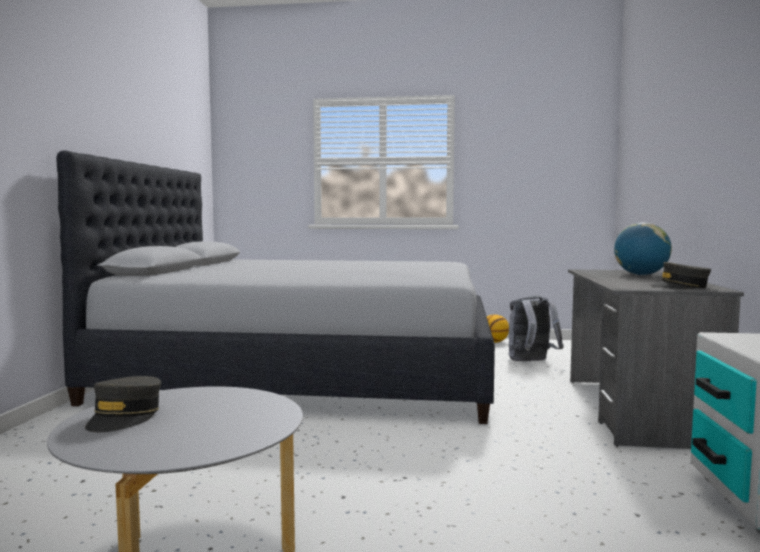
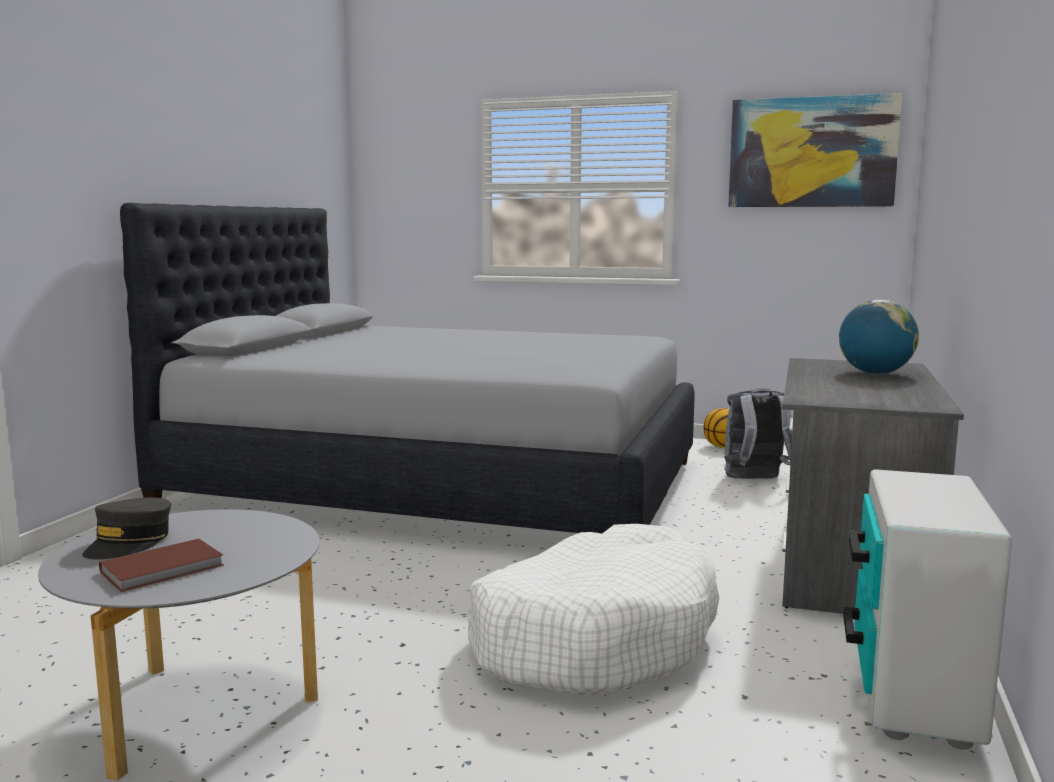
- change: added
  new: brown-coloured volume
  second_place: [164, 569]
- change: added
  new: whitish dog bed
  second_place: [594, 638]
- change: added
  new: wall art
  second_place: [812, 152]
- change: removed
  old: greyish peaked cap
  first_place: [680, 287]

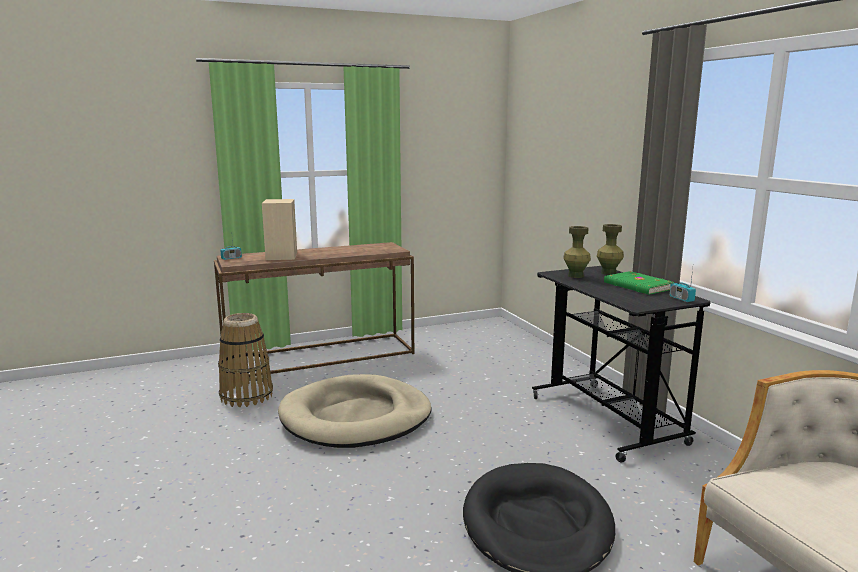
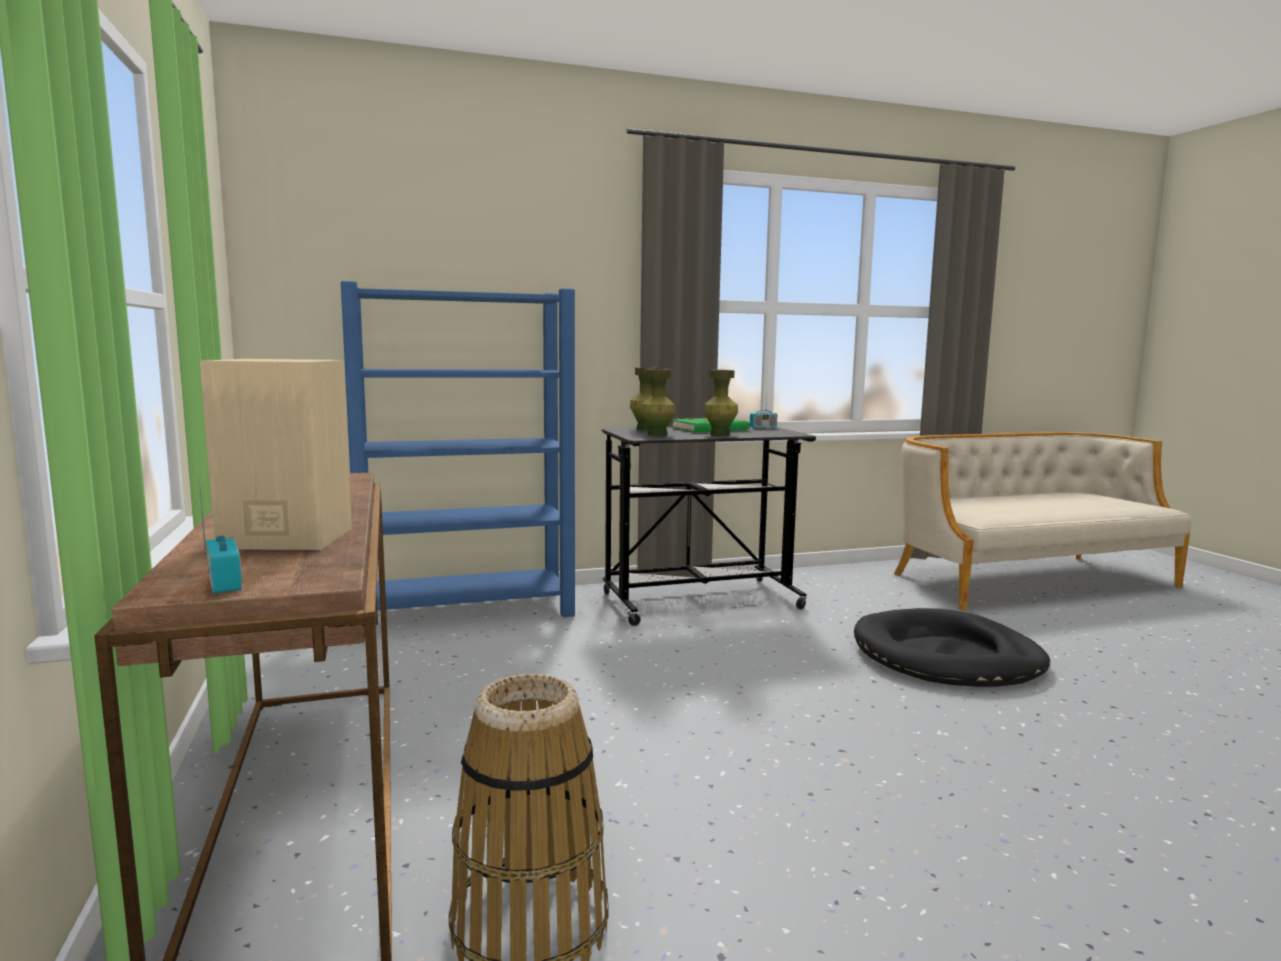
- change: added
  new: blue shelving unit
  second_place: [466, 610]
- change: added
  new: greenish flower vase
  second_place: [720, 435]
- change: removed
  old: beige dog bed
  first_place: [356, 417]

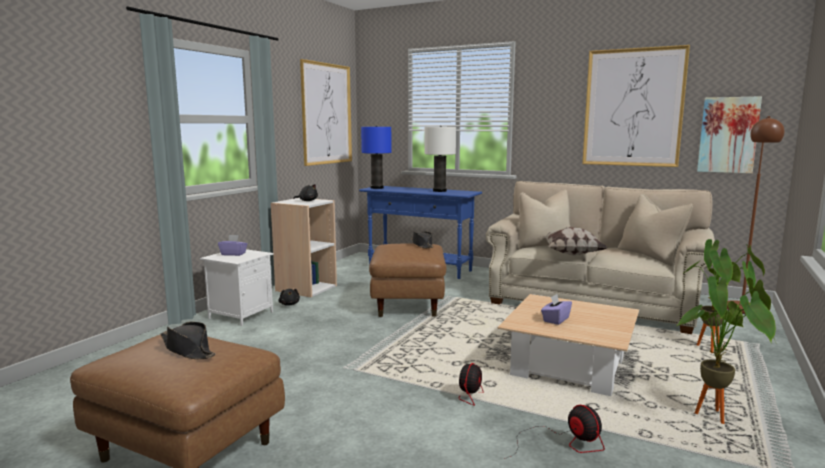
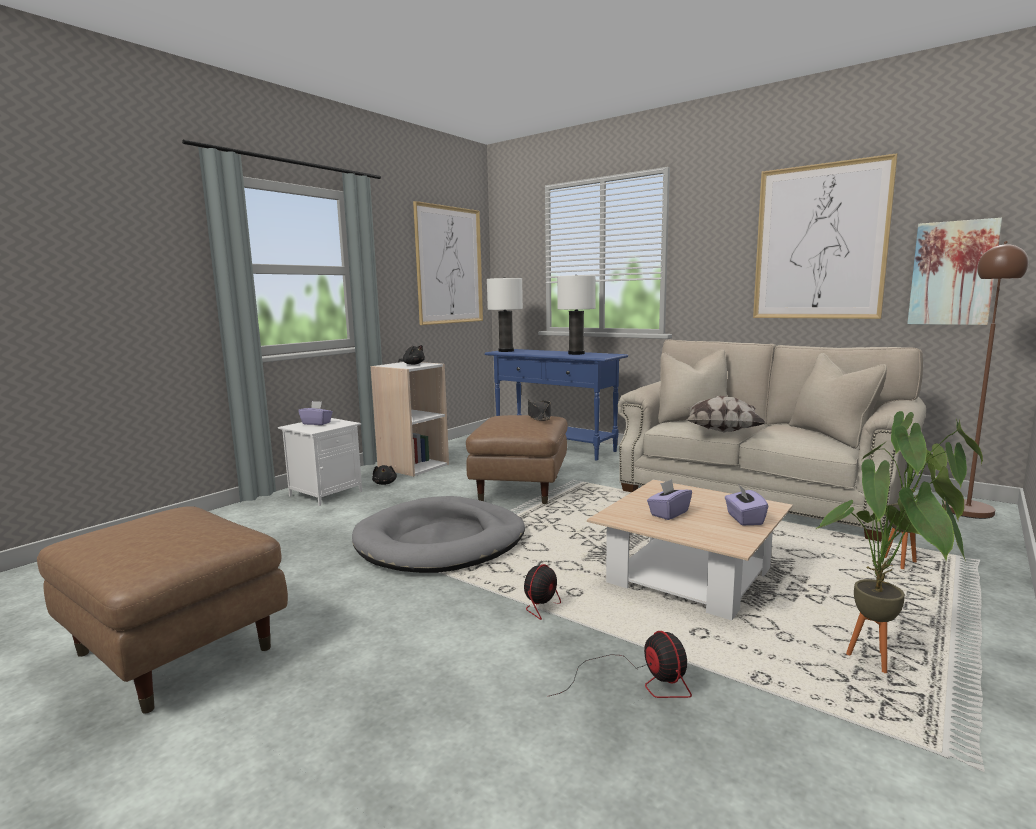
- change: added
  new: greyish dog bed
  second_place: [441, 541]
- change: recoloured
  old: blue lamp for a table
  new: whitish lamp for a table
  first_place: [376, 188]
  second_place: [505, 351]
- change: added
  new: purplish tissue box
  second_place: [744, 519]
- change: removed
  old: blackish clothing hat
  first_place: [188, 349]

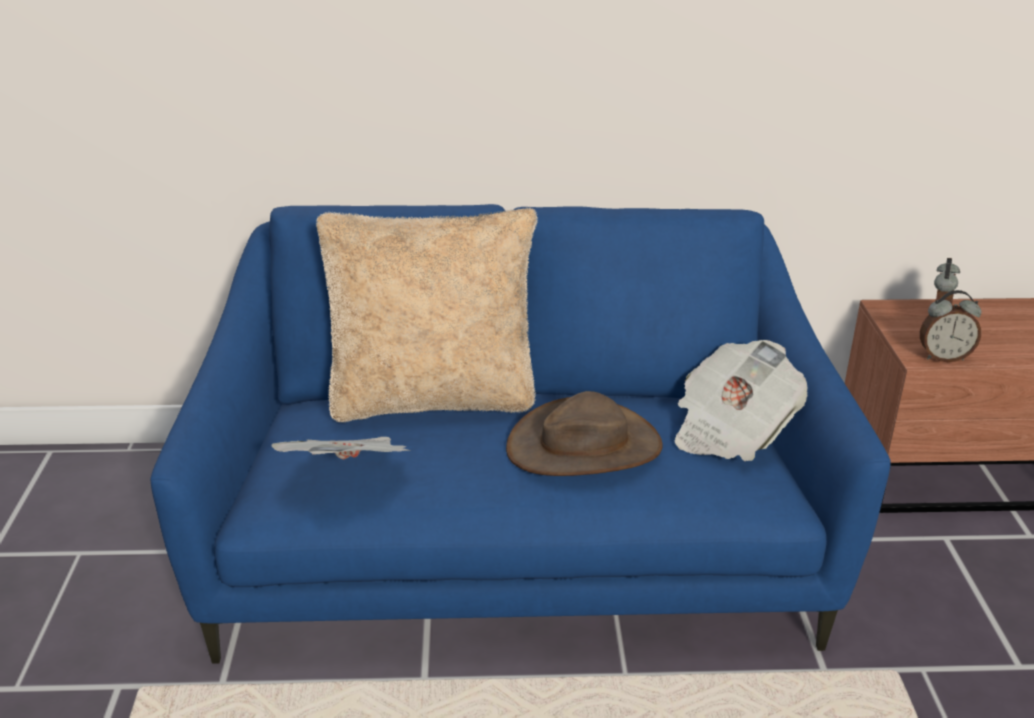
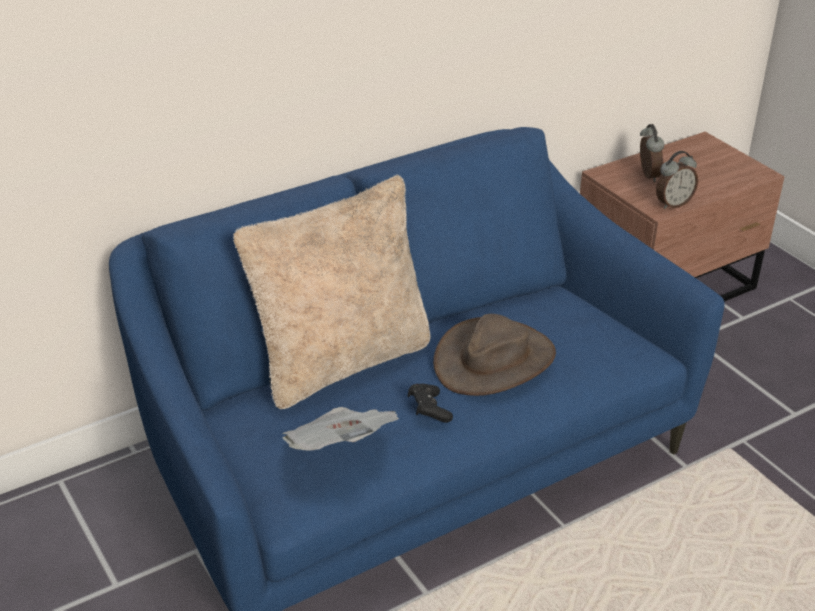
- change: added
  new: blackish gamepad
  second_place: [428, 410]
- change: removed
  old: printed paper
  first_place: [731, 430]

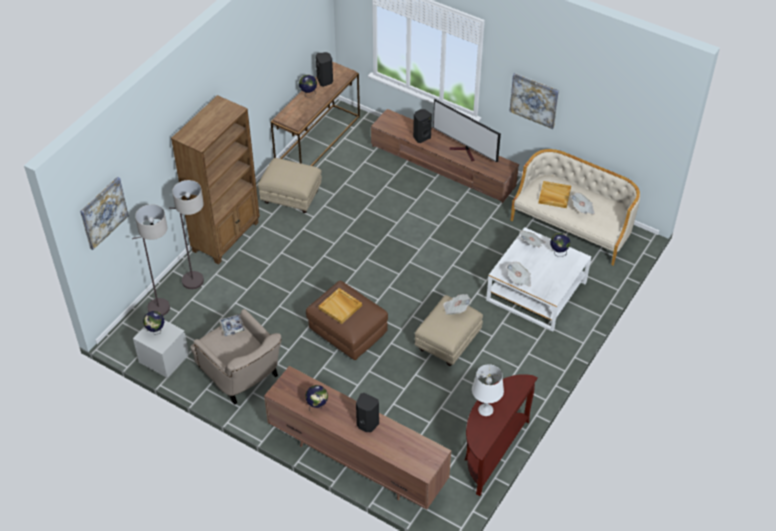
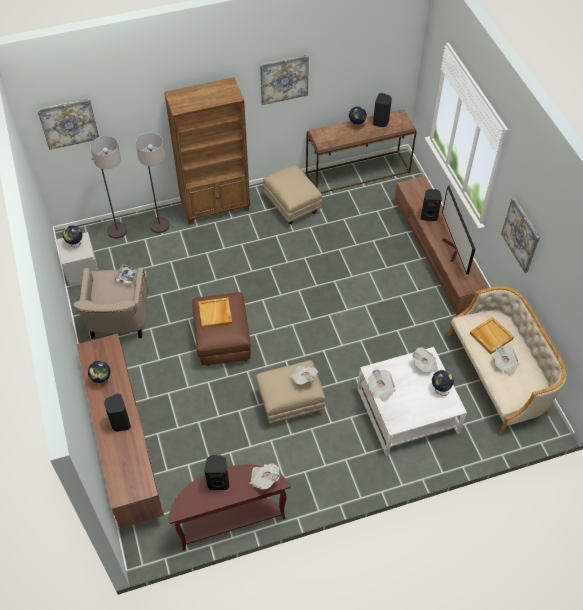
- change: replaced
  old: whitish lamp for a table
  new: blackish audio speaker
  first_place: [485, 409]
  second_place: [218, 481]
- change: added
  new: printed paper
  second_place: [264, 479]
- change: added
  new: wall art
  second_place: [284, 79]

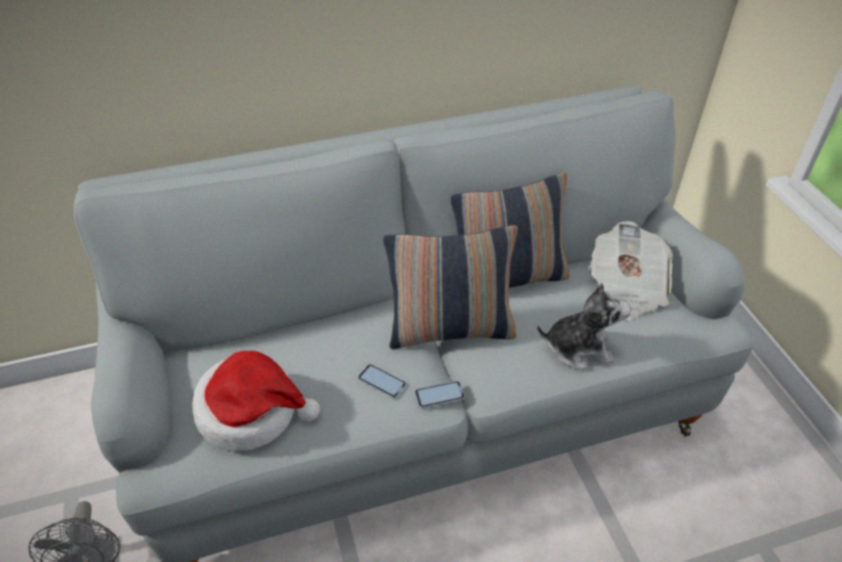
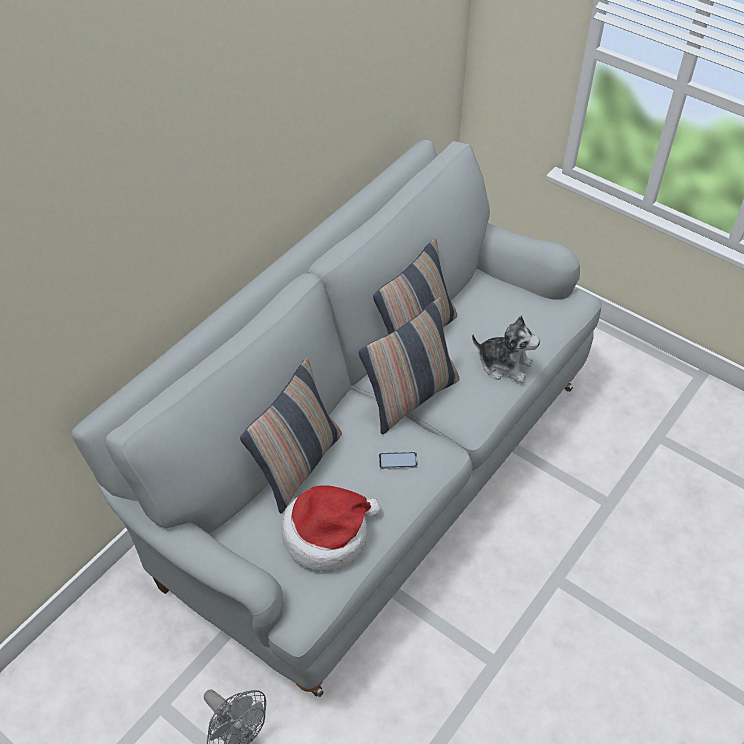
- change: added
  new: cushion
  second_place: [298, 466]
- change: turned
  old: plush toy
  first_place: [578, 348]
  second_place: [504, 364]
  degrees: 60
- change: removed
  old: telephone
  first_place: [439, 395]
- change: removed
  old: printed paper
  first_place: [627, 288]

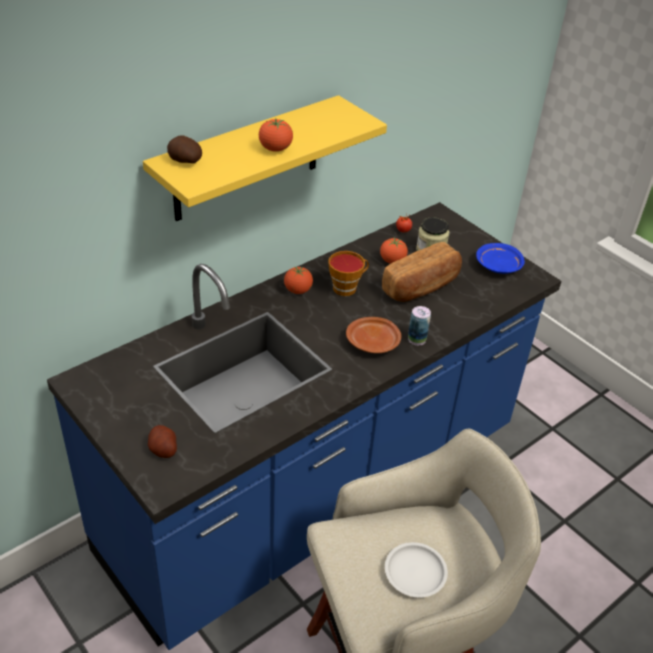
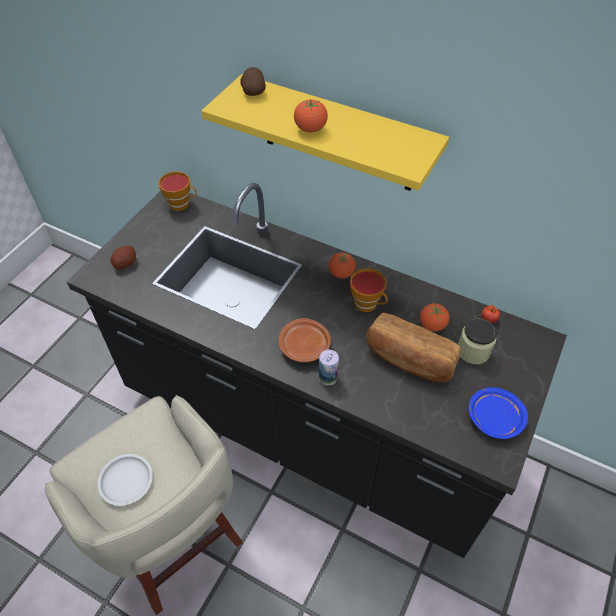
- change: recoloured
  old: blue counter
  new: blackish counter
  first_place: [315, 493]
  second_place: [308, 426]
- change: added
  new: drinking cup
  second_place: [181, 204]

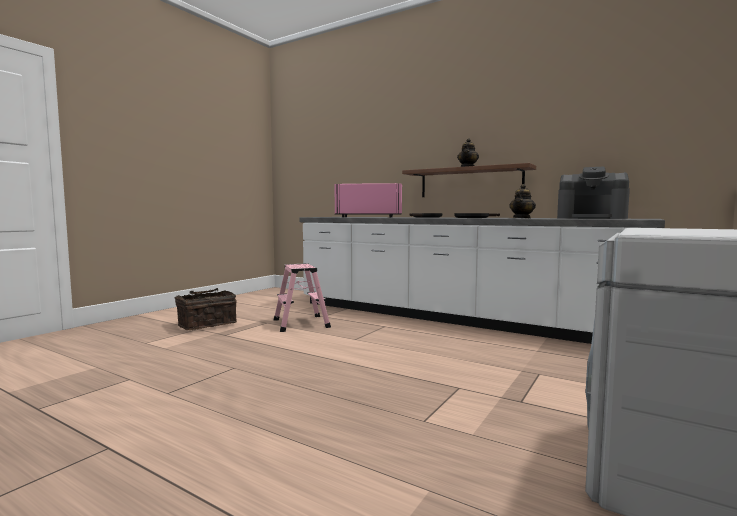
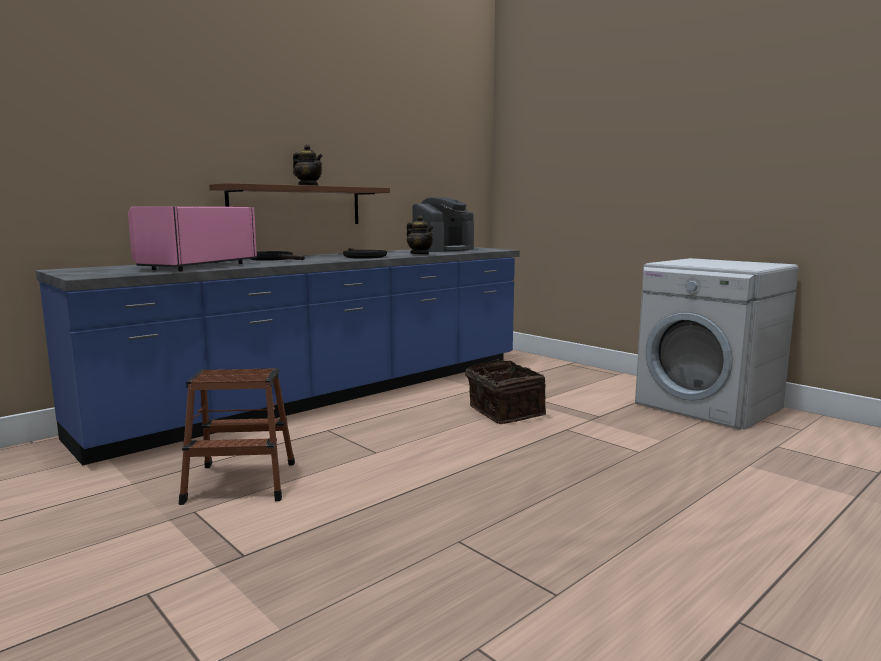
- change: recoloured
  old: whitish counter
  new: blue counter
  first_place: [452, 318]
  second_place: [330, 395]
- change: recoloured
  old: pink-coloured step stool
  new: brown-coloured step stool
  first_place: [301, 323]
  second_place: [241, 481]
- change: moved
  old: basket
  first_place: [206, 324]
  second_place: [503, 412]

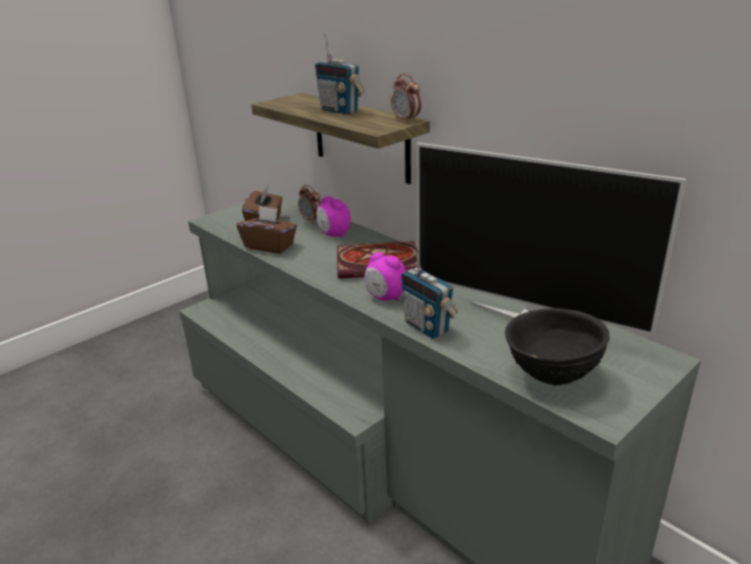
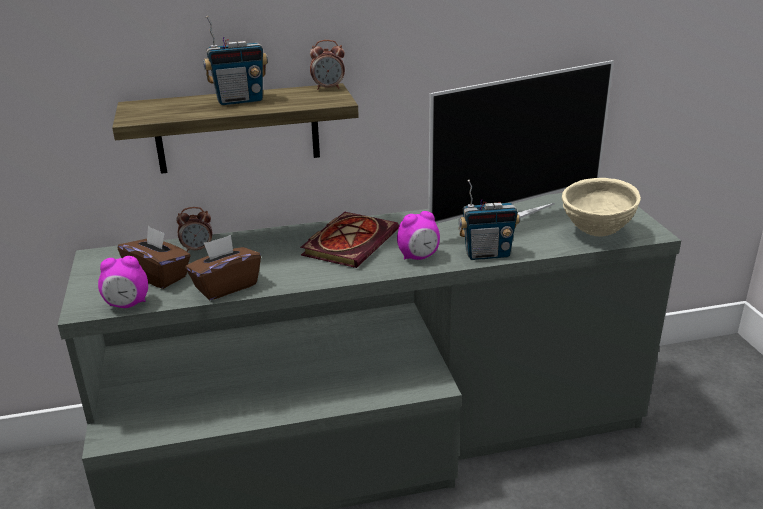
- change: moved
  old: bedside clock
  first_place: [334, 235]
  second_place: [127, 305]
- change: recoloured
  old: blackish deep dish
  new: beige deep dish
  first_place: [551, 377]
  second_place: [596, 233]

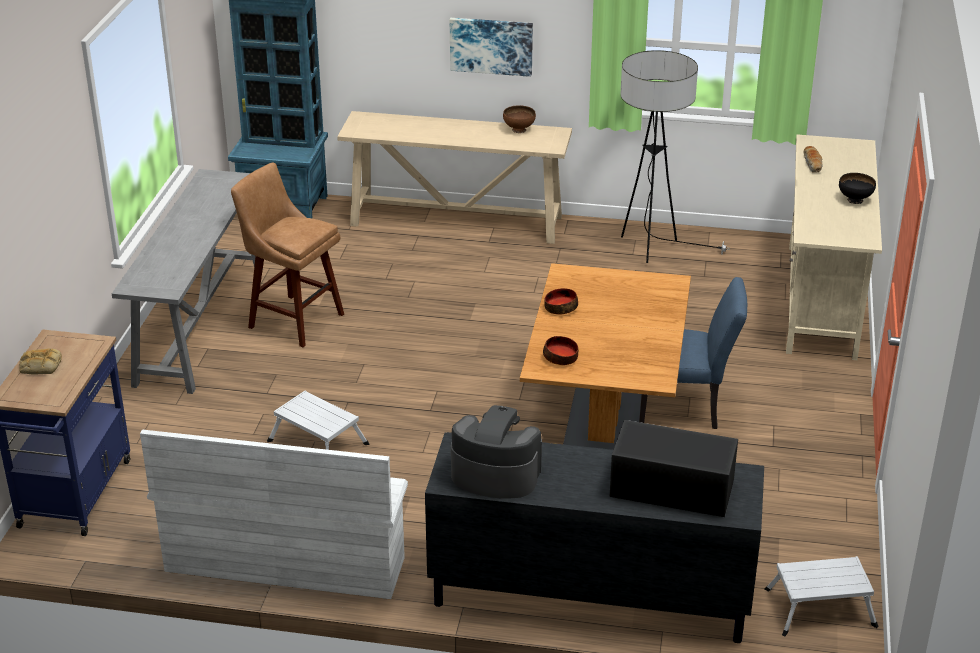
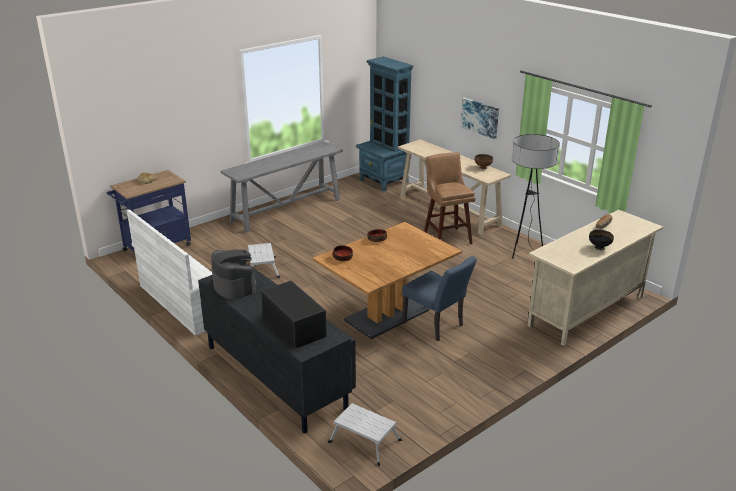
- change: moved
  old: brown-coloured stool seat
  first_place: [293, 319]
  second_place: [446, 237]

